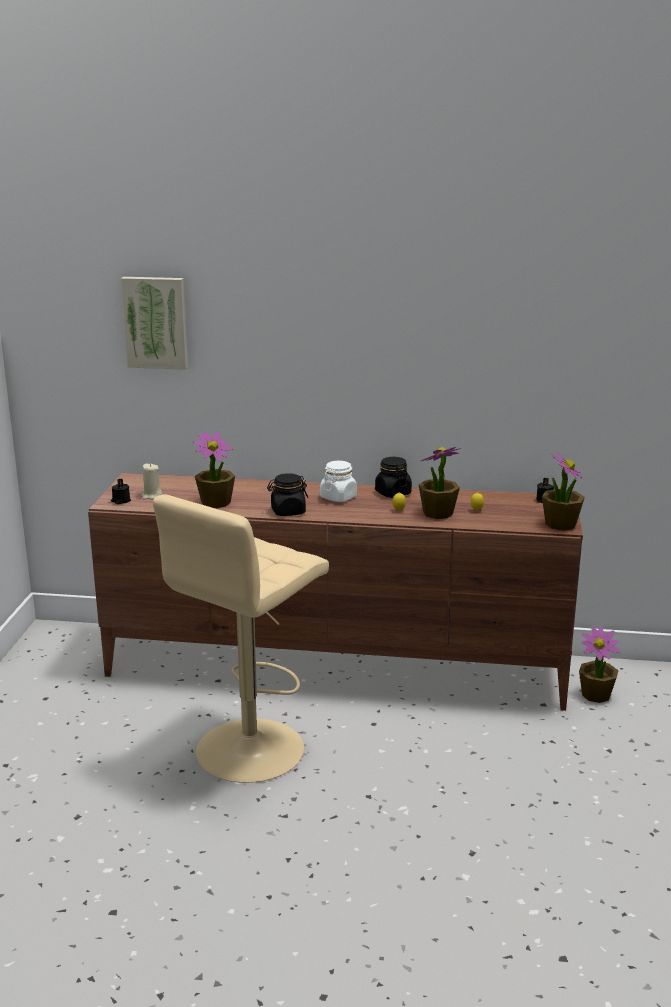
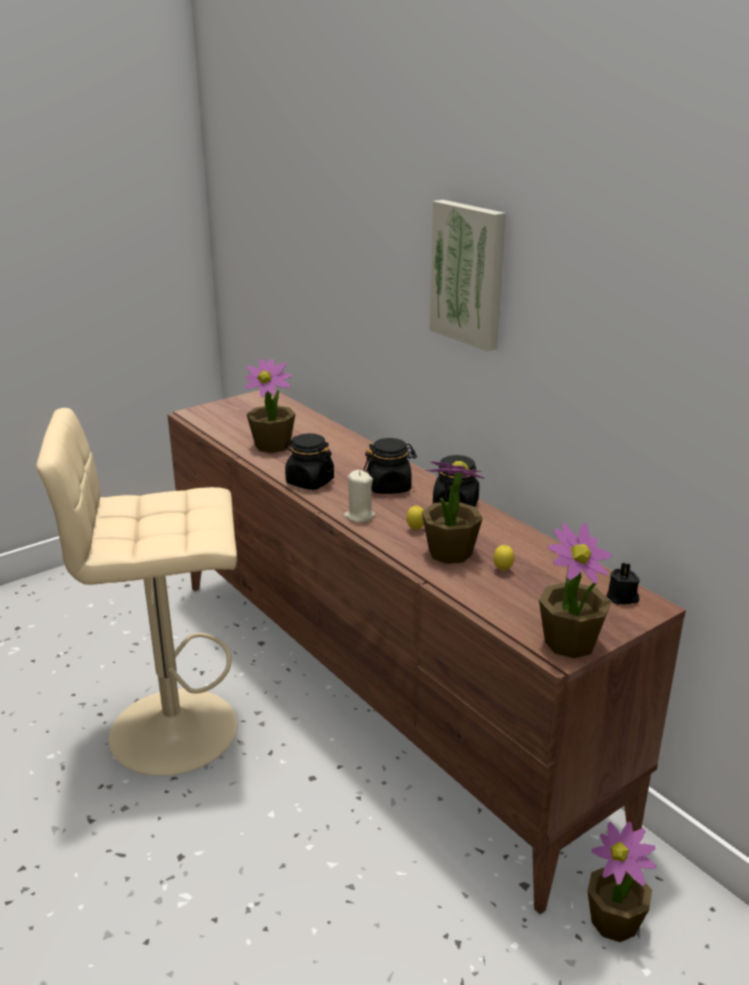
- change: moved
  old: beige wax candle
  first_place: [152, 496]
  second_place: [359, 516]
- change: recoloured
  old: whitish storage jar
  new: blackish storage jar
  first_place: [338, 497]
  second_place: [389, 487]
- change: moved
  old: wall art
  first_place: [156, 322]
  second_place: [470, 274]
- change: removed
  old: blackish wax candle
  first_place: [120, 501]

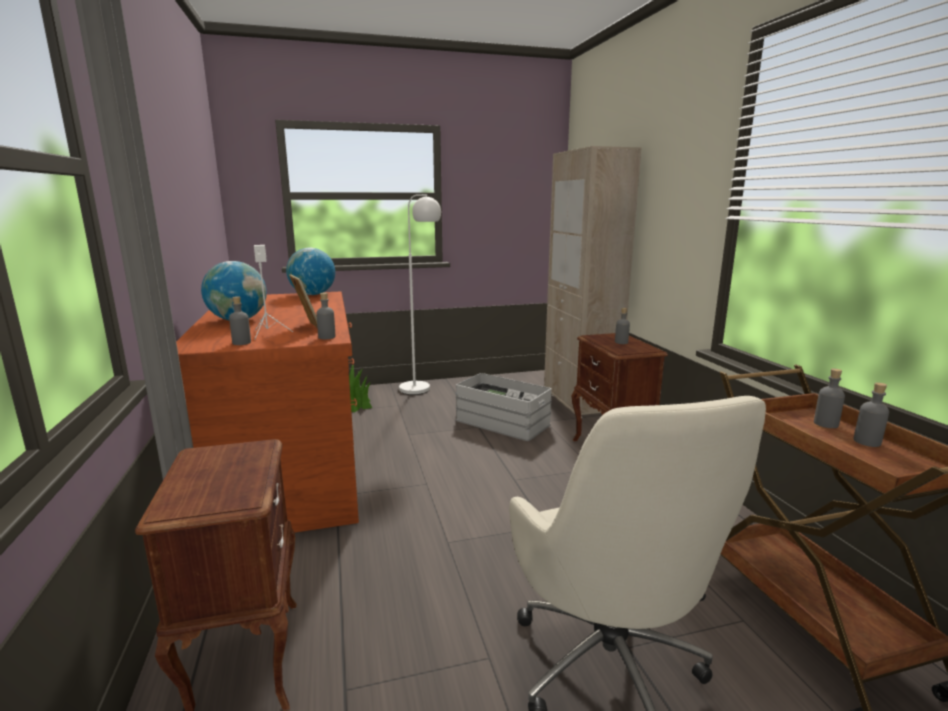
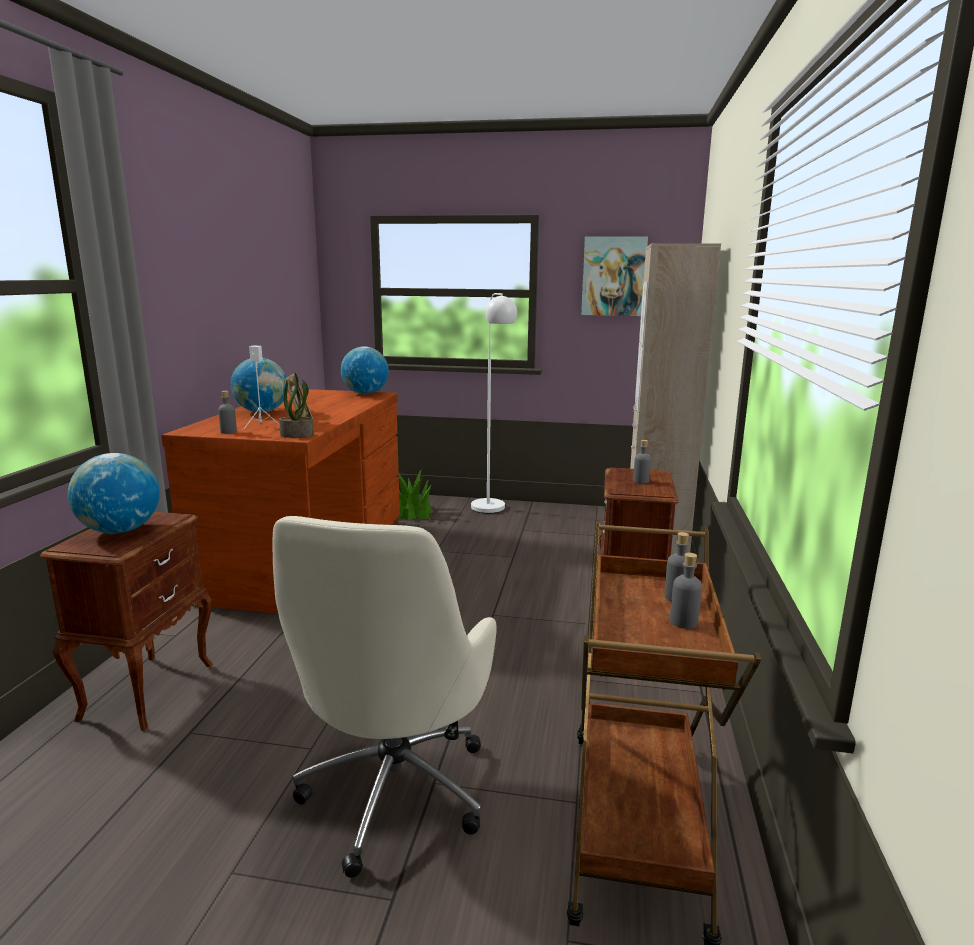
- change: added
  new: globe
  second_place: [120, 530]
- change: replaced
  old: greyish bottle
  new: potted plant
  first_place: [327, 337]
  second_place: [297, 435]
- change: added
  new: wall art
  second_place: [613, 276]
- change: removed
  old: greyish storage box
  first_place: [503, 422]

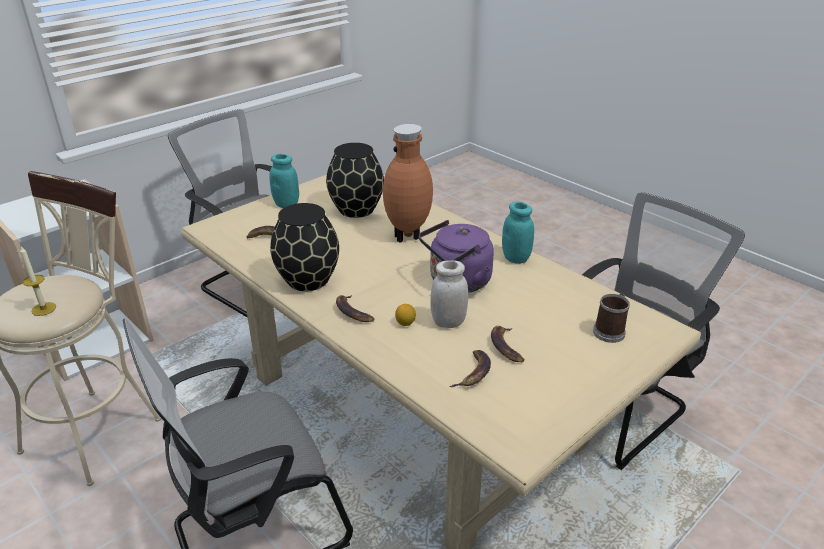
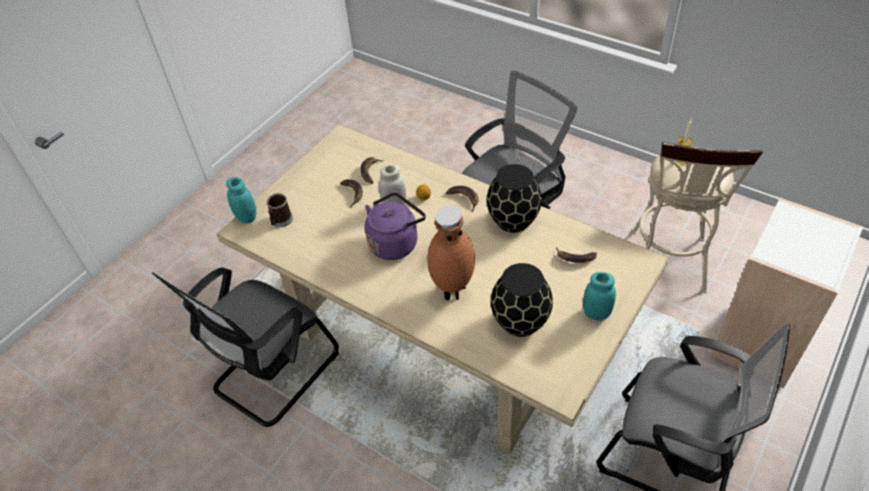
- change: moved
  old: turquoise-coloured storage jar
  first_place: [515, 258]
  second_place: [246, 217]

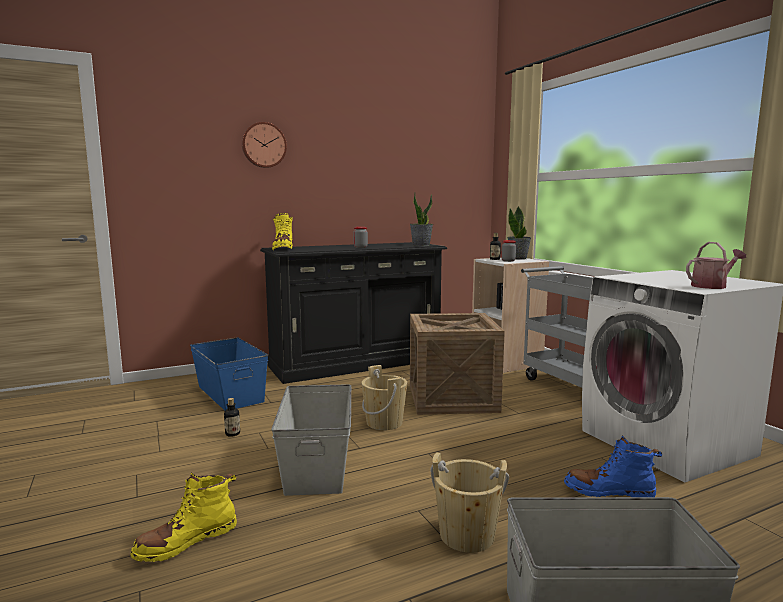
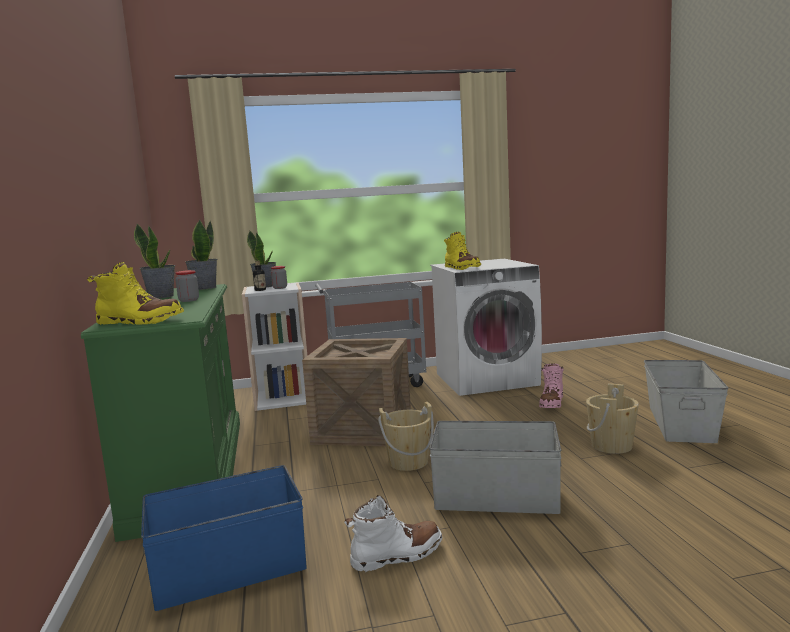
- change: recoloured
  old: blackish storage cabinet
  new: greenish storage cabinet
  first_place: [357, 362]
  second_place: [190, 469]
- change: added
  new: potted plant
  second_place: [161, 296]
- change: replaced
  old: bottle
  new: whitish tall boot
  first_place: [232, 434]
  second_place: [397, 555]
- change: moved
  old: yellowish tall boot
  first_place: [187, 542]
  second_place: [461, 268]
- change: recoloured
  old: blue tall boot
  new: pink-coloured tall boot
  first_place: [609, 491]
  second_place: [552, 403]
- change: removed
  old: clock on the wall
  first_place: [263, 145]
- change: removed
  old: watering can
  first_place: [712, 286]

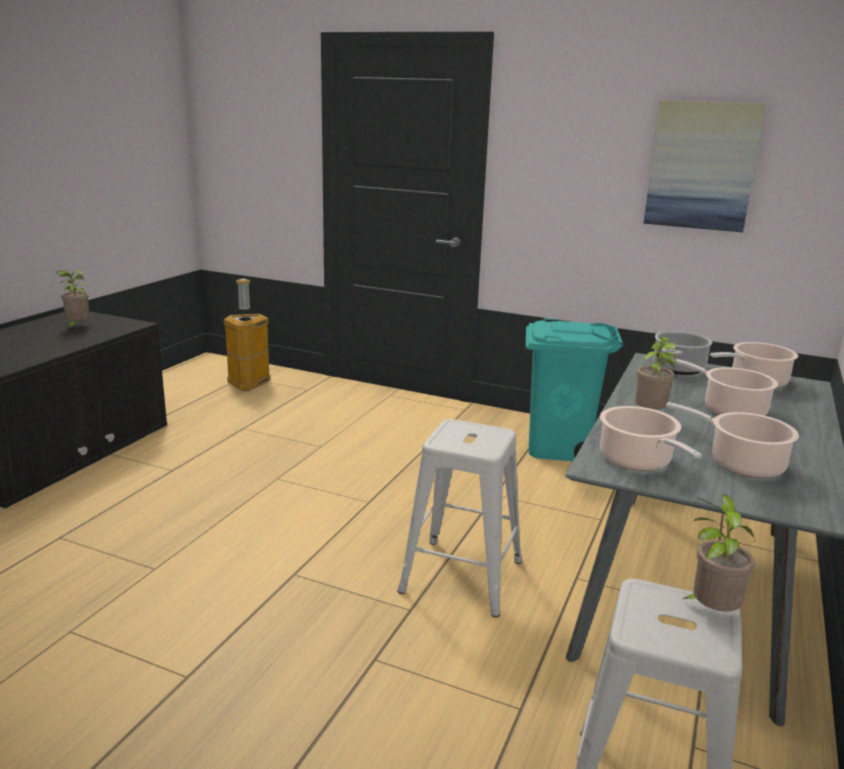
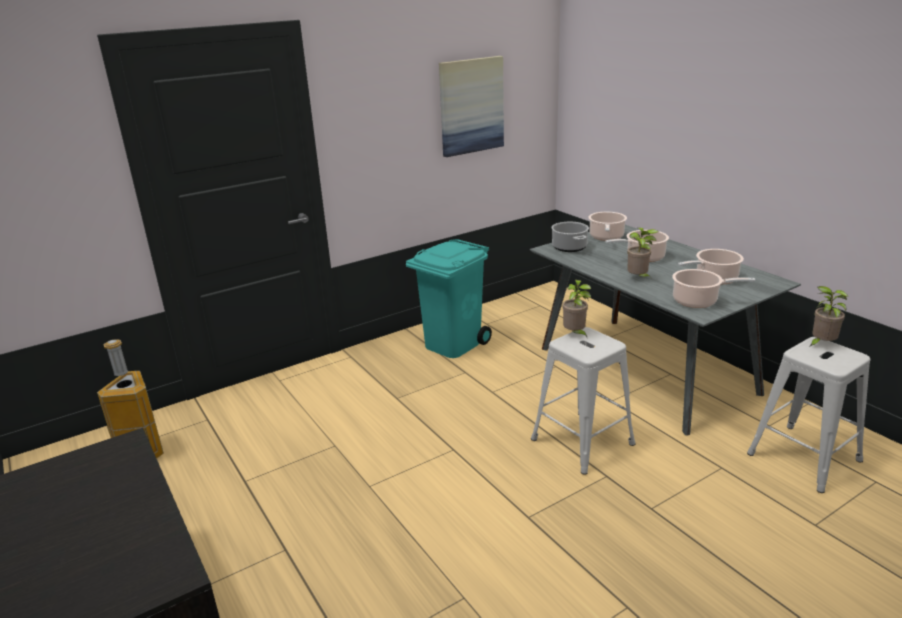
- change: moved
  old: potted plant
  first_place: [77, 326]
  second_place: [575, 334]

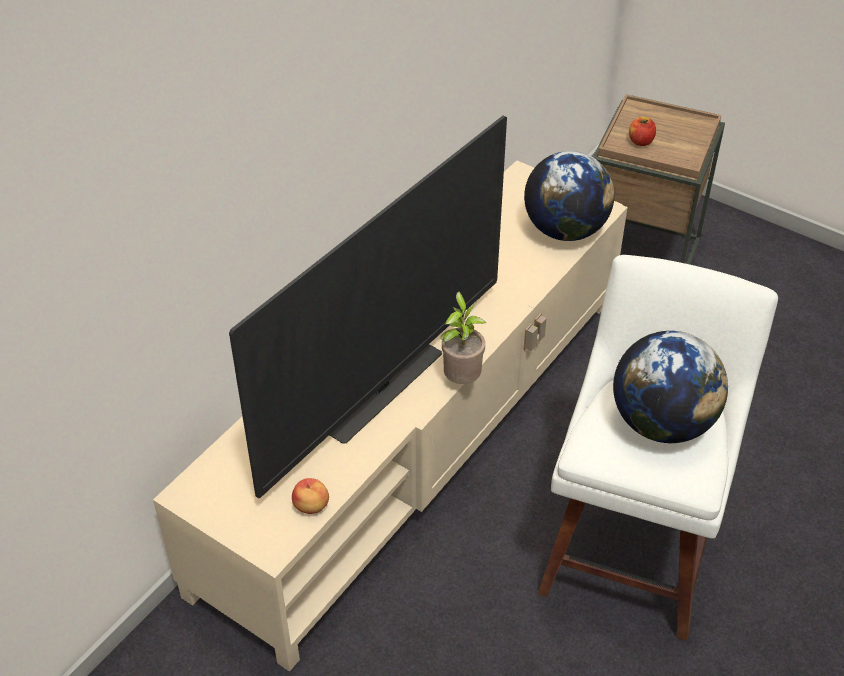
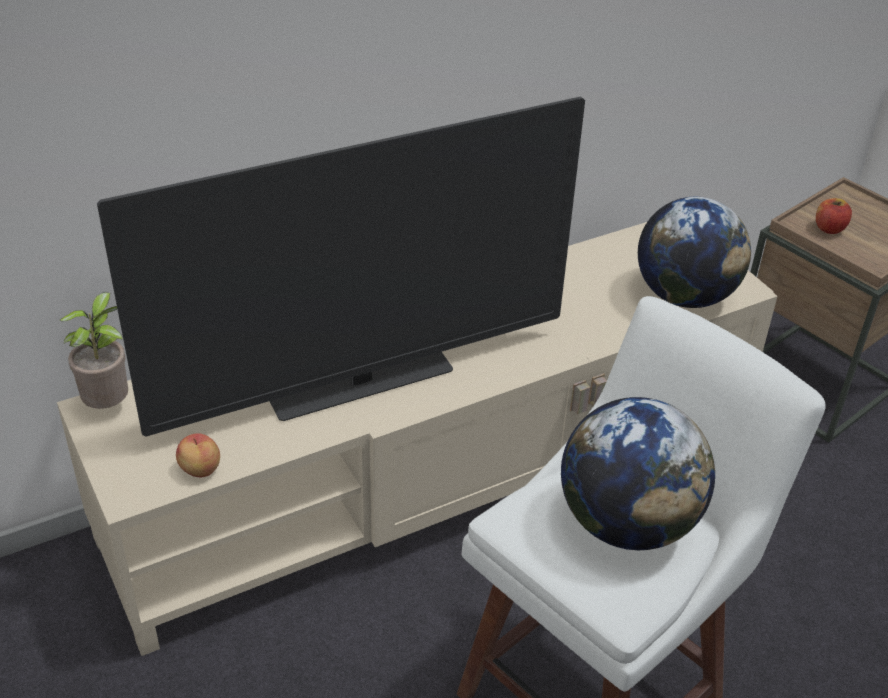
- change: moved
  old: potted plant
  first_place: [461, 379]
  second_place: [110, 405]

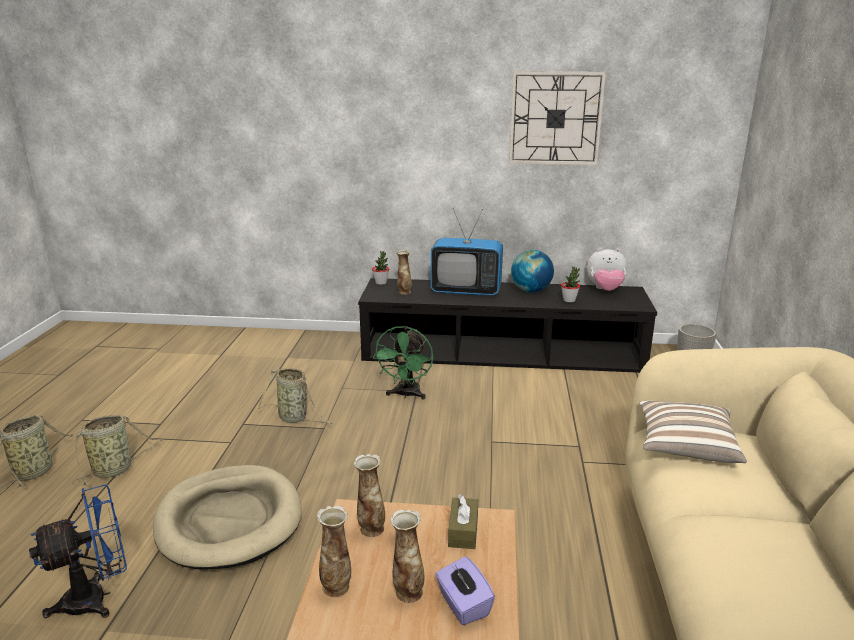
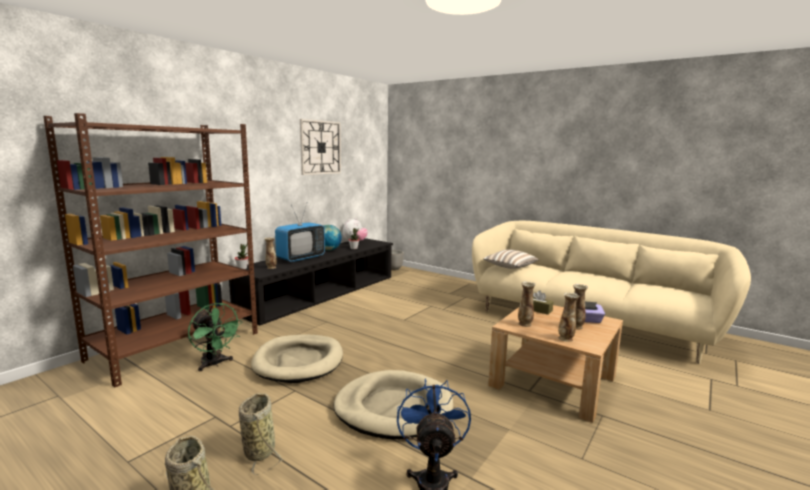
- change: added
  new: brown-coloured shelving unit
  second_place: [176, 346]
- change: moved
  old: greenish electric fan
  first_place: [406, 395]
  second_place: [215, 364]
- change: replaced
  old: basket
  new: beige dog bed
  first_place: [295, 418]
  second_place: [299, 361]

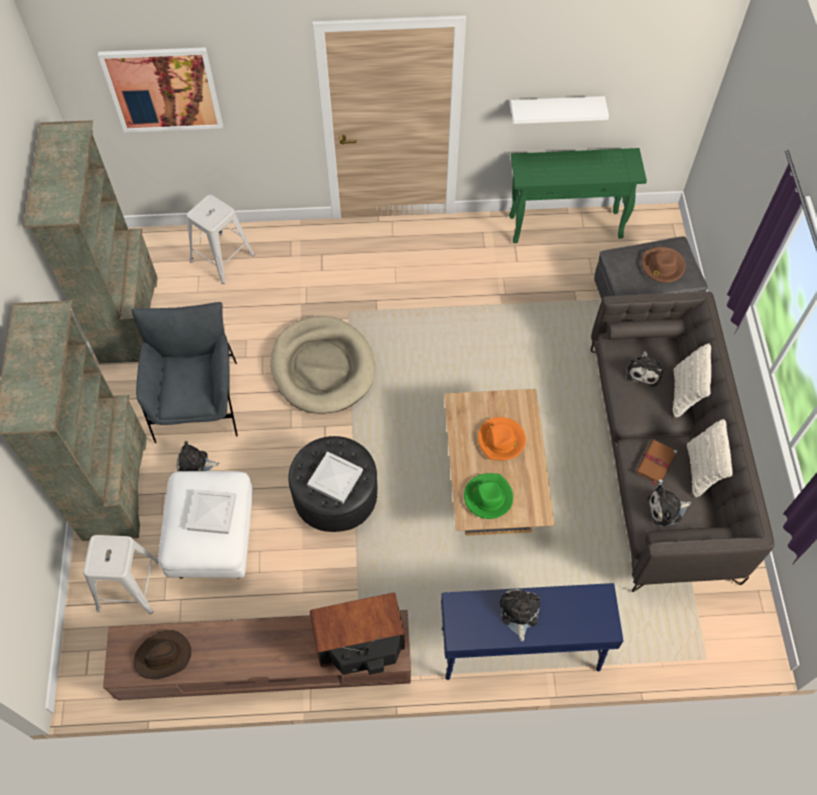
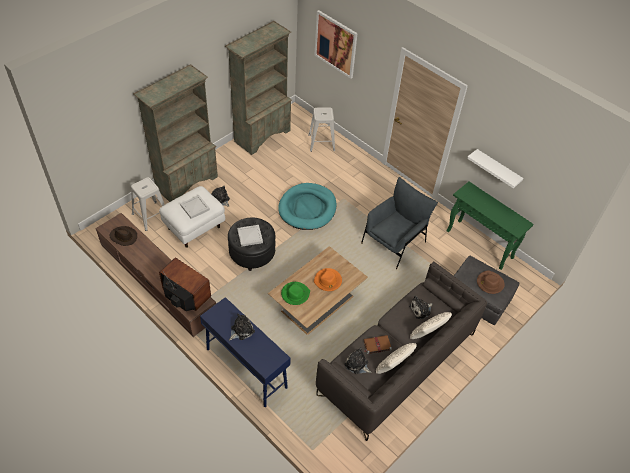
- change: recoloured
  old: beige dog bed
  new: turquoise-coloured dog bed
  first_place: [322, 367]
  second_place: [307, 208]
- change: moved
  old: greyish lounge chair
  first_place: [196, 400]
  second_place: [394, 242]

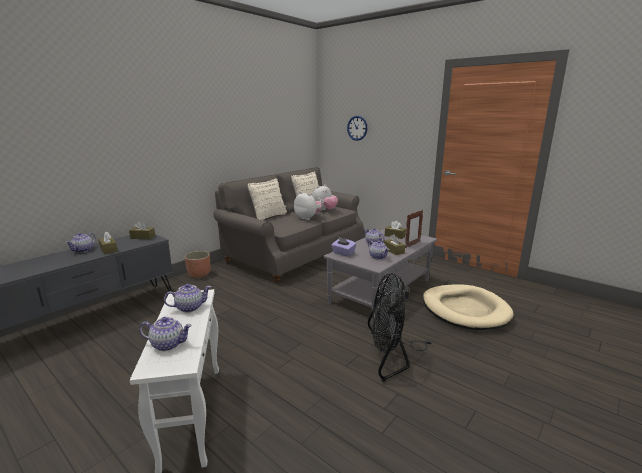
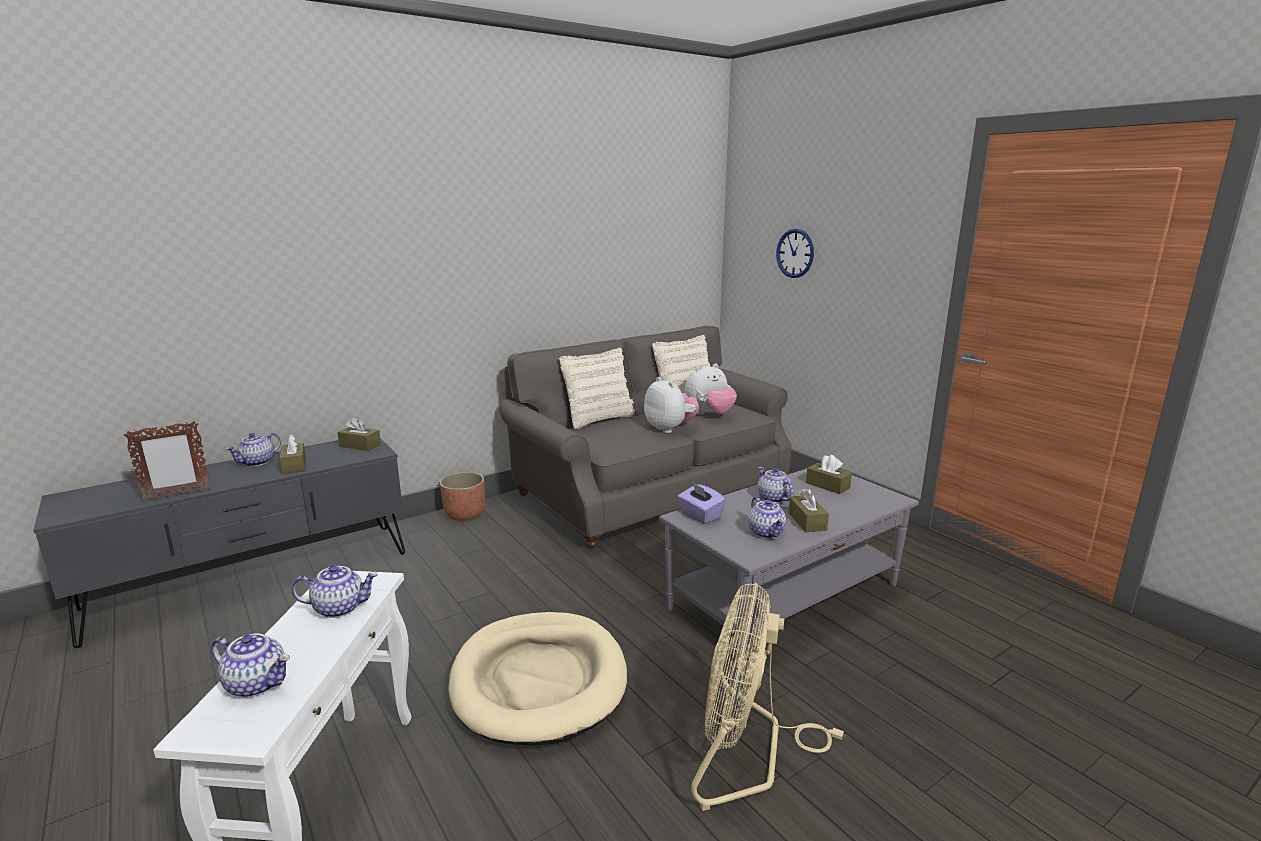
- change: moved
  old: picture frame
  first_place: [412, 245]
  second_place: [177, 495]
- change: moved
  old: beige dog bed
  first_place: [465, 310]
  second_place: [539, 681]
- change: recoloured
  old: blackish electric fan
  new: beige electric fan
  first_place: [392, 353]
  second_place: [750, 745]

